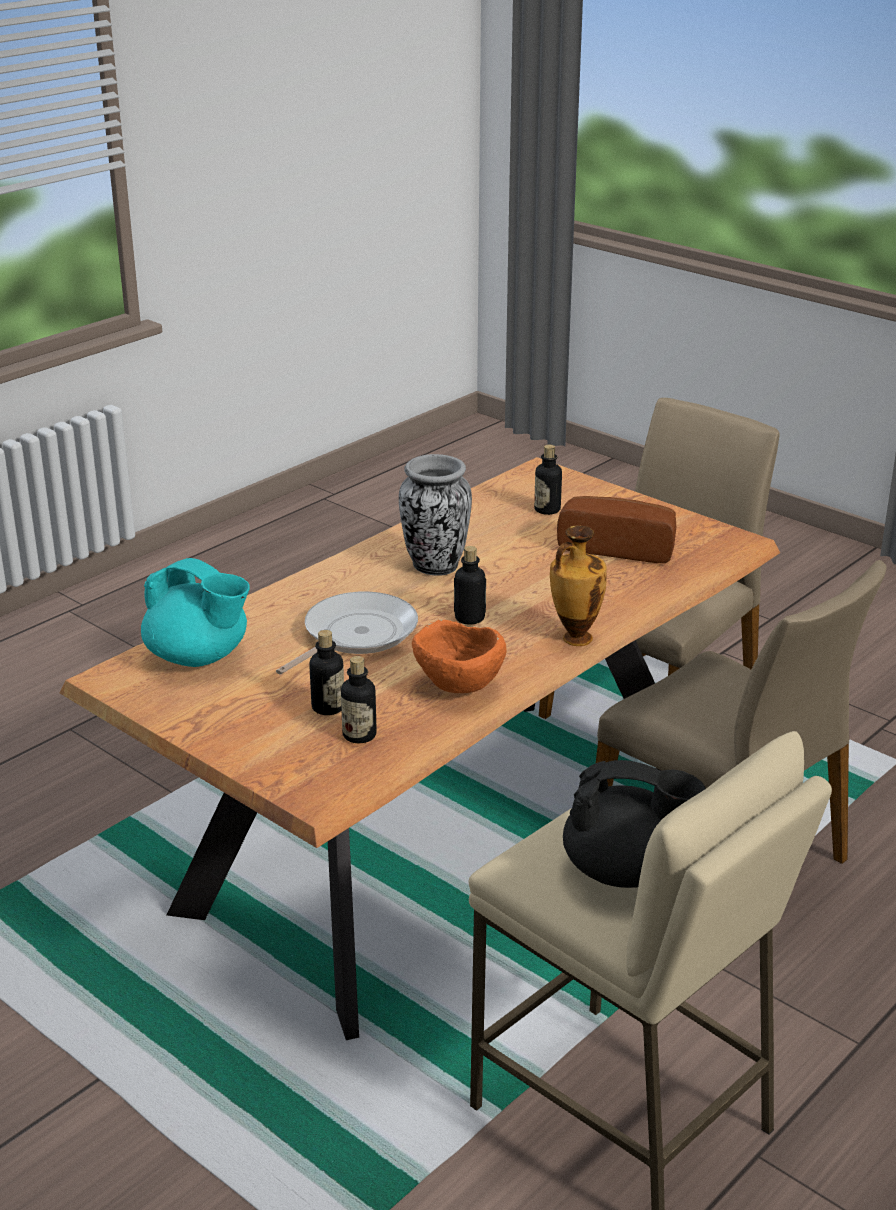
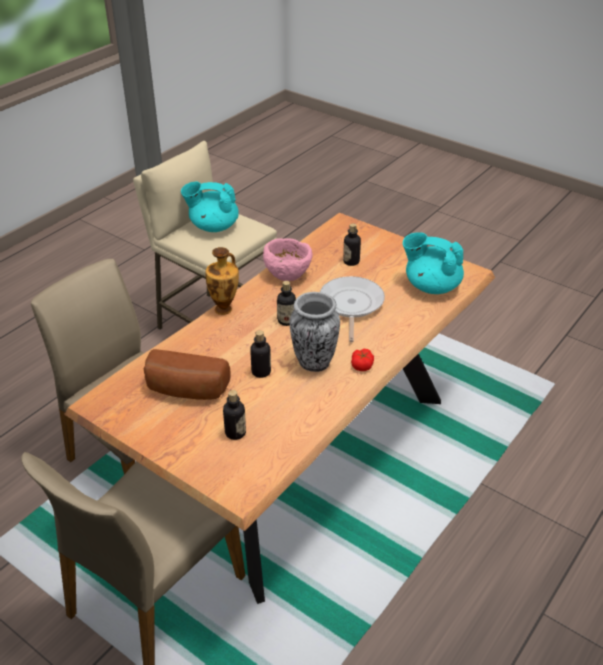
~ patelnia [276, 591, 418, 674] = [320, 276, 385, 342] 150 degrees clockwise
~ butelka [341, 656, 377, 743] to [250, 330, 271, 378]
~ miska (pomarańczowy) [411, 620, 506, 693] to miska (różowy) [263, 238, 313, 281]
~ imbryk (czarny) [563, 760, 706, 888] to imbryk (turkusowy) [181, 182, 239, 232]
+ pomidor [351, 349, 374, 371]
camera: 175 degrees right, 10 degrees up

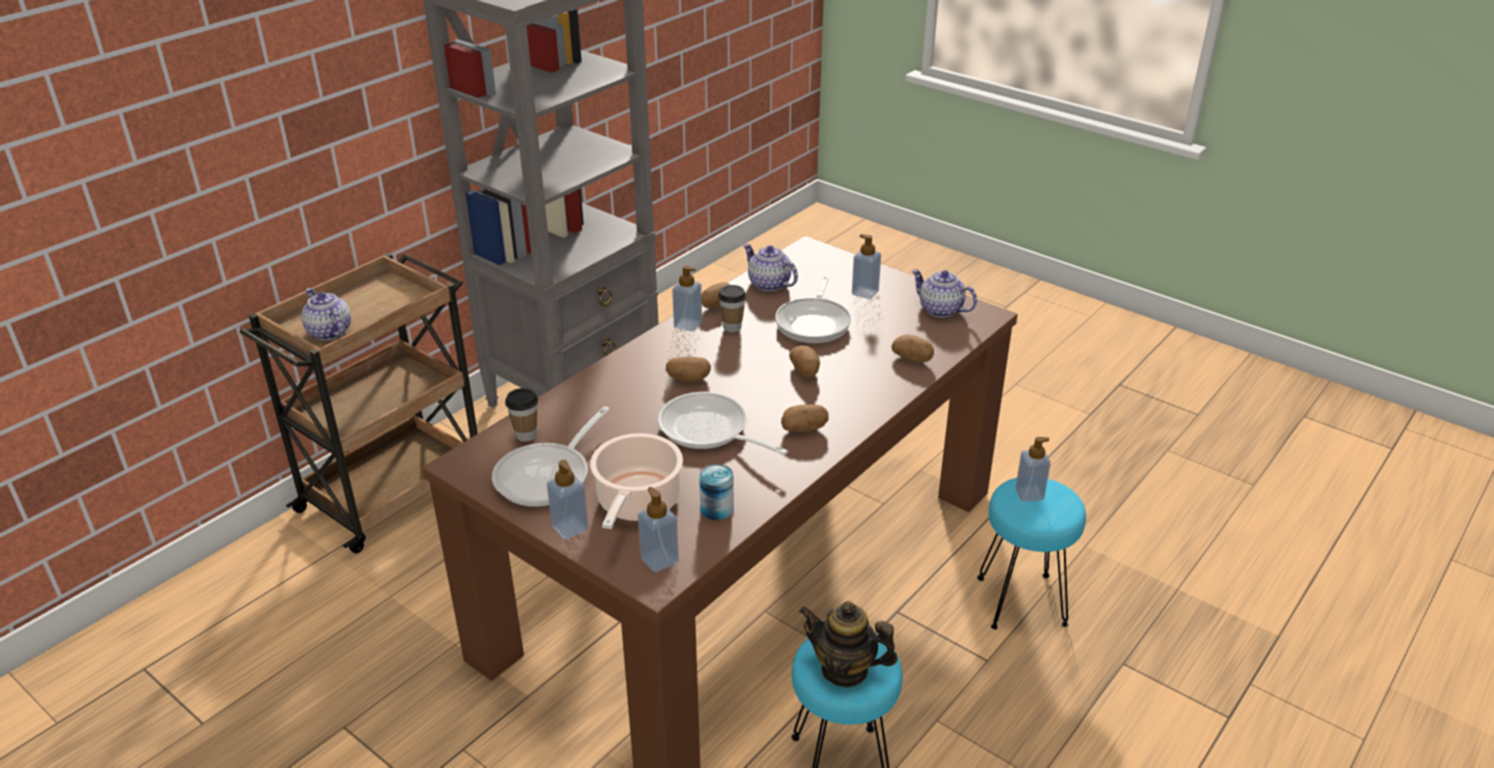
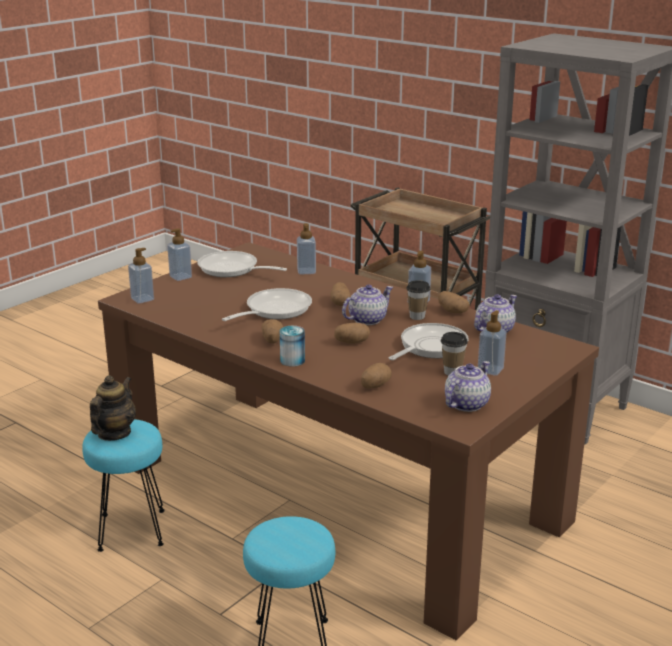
~ imbryk [301, 288, 351, 340] to [342, 284, 393, 325]
~ filiżanka [505, 388, 538, 442] to [441, 332, 468, 376]
- garnek [590, 433, 683, 529]
~ puszka [699, 464, 734, 521] to [280, 326, 305, 367]
~ patelnia [775, 276, 851, 343] = [389, 323, 469, 360] 120 degrees clockwise
~ dozownik mydła [1015, 437, 1051, 501] to [297, 223, 316, 274]
camera: 90 degrees right, 10 degrees down

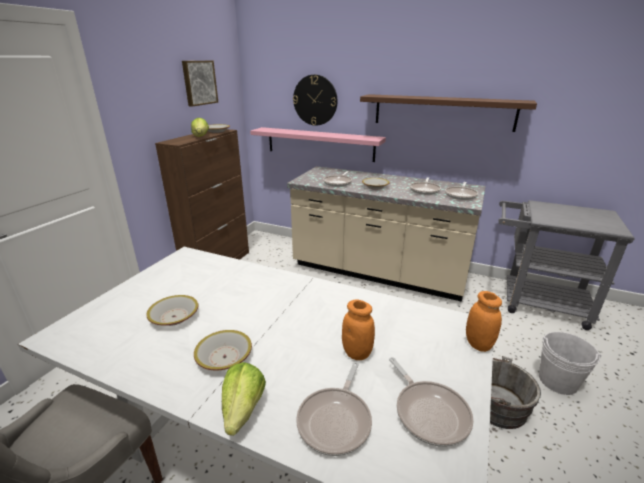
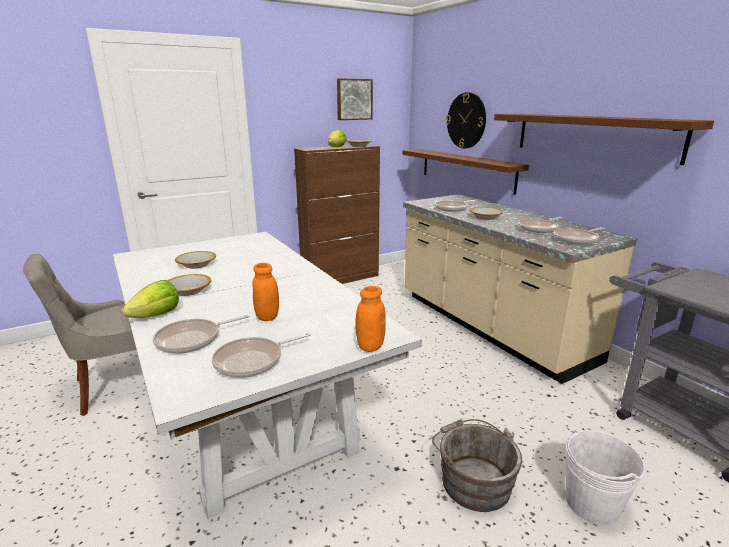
~ półka (różowy) [250, 127, 386, 162] to półka (brązowy) [402, 149, 529, 195]
~ patelnia [389, 357, 474, 447] = [212, 333, 310, 378] 45 degrees clockwise
camera: 35 degrees right, 5 degrees down

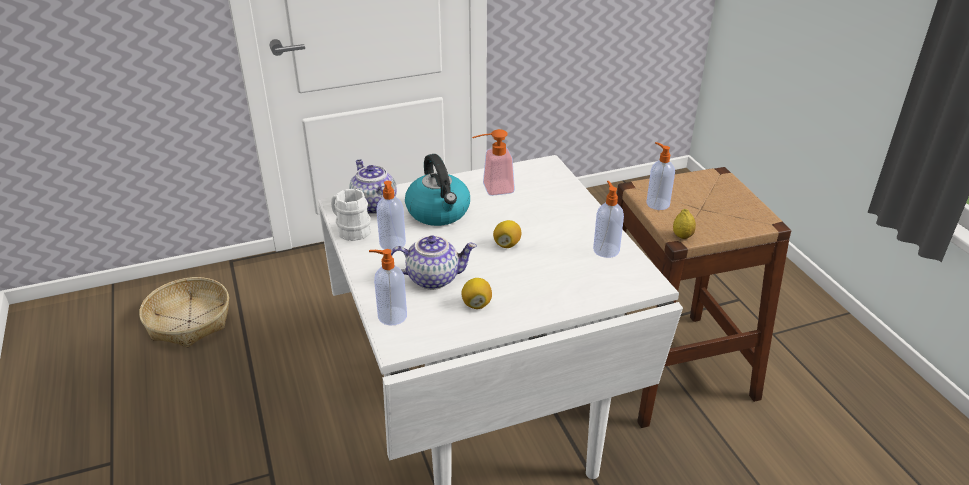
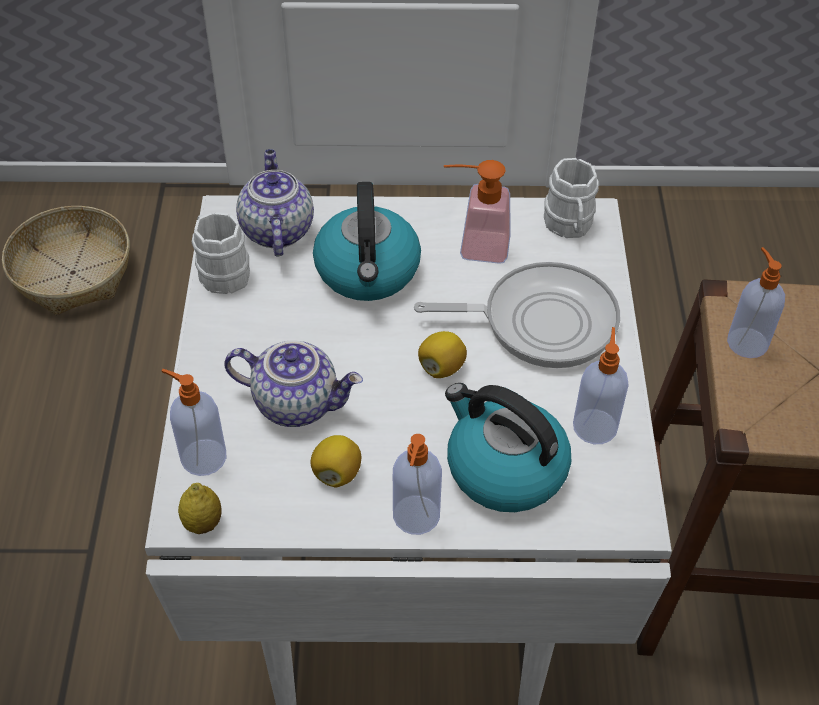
~ dozownik mydła [376, 181, 406, 250] to [393, 434, 442, 535]
~ cytryna [673, 209, 696, 239] to [178, 483, 222, 534]
+ patelnia [414, 262, 620, 368]
+ czajnik [445, 383, 571, 512]
+ kubek (biały) [544, 158, 599, 238]
camera: 20 degrees right, 15 degrees up

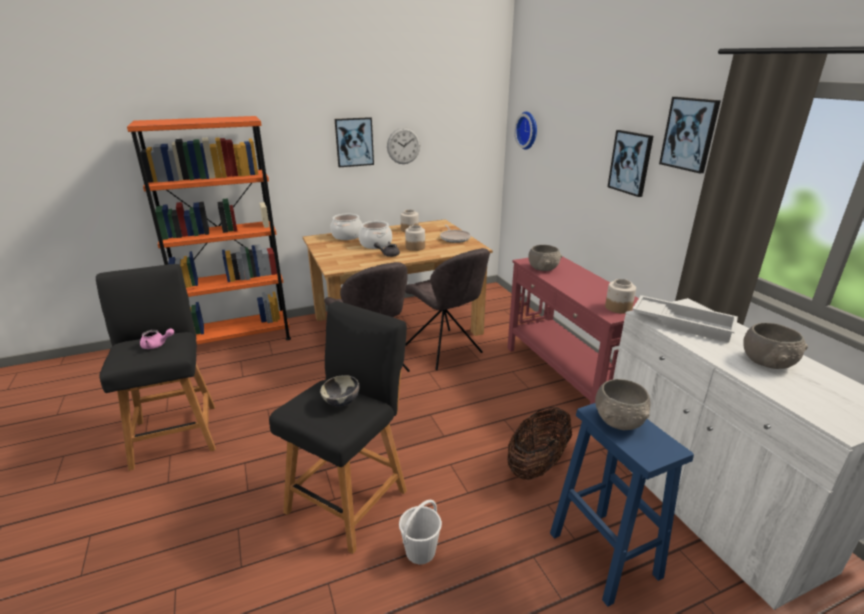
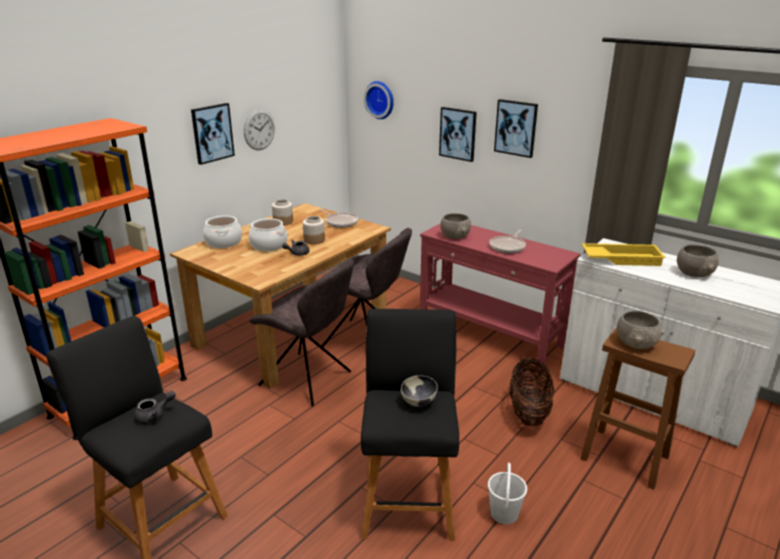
~ imbryk (różowy) [140, 328, 174, 349] to imbryk (szary) [134, 391, 176, 424]
~ stołek (niebieski) [550, 403, 694, 607] to stołek (brązowy) [580, 327, 695, 490]
- słoik [605, 279, 636, 314]
~ taca (biały) [632, 295, 738, 343] to taca (żółty) [582, 243, 666, 266]
~ obraz [659, 97, 721, 173] to [439, 107, 477, 162]
+ patelnia [489, 230, 526, 253]
camera: 30 degrees left, 0 degrees up

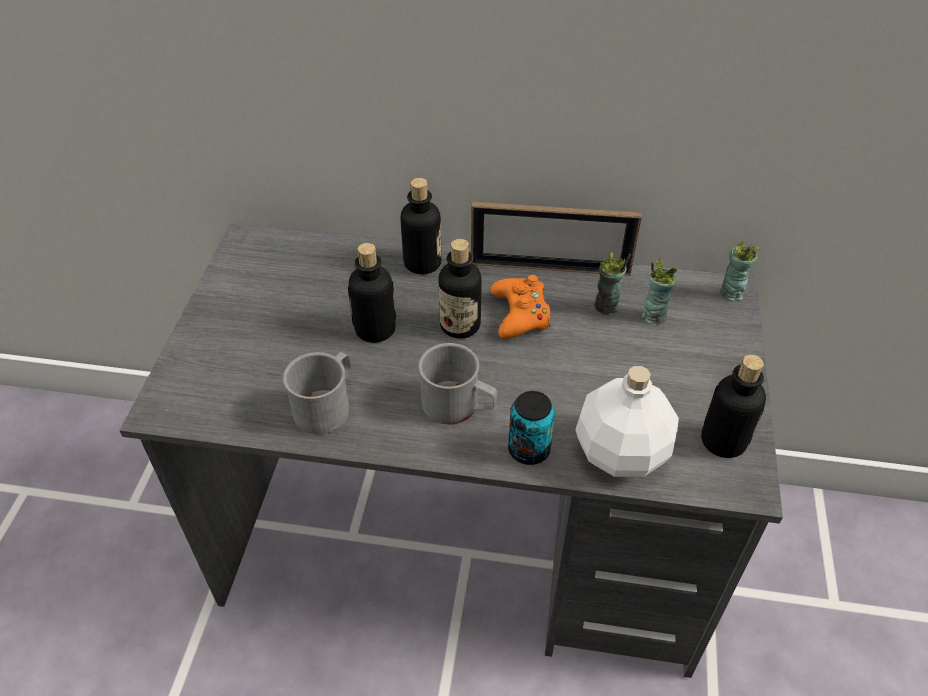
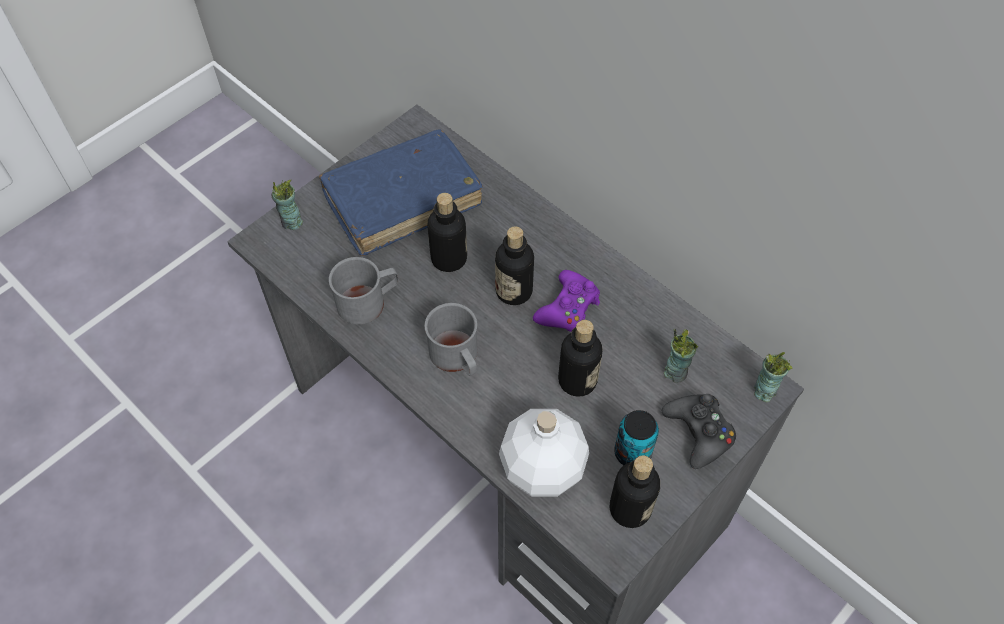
~ butelka [400, 178, 442, 274] to [558, 320, 603, 397]
- ramka na zdjęcie [471, 202, 642, 276]
~ pad do gier (pomarańczowy) [491, 275, 551, 339] to pad do gier (fioletowy) [533, 270, 600, 332]
~ puszka [508, 391, 555, 465] to [614, 410, 659, 465]
~ filiżanka [594, 252, 631, 315] to [271, 180, 303, 230]
+ książka (niebieski) [319, 129, 483, 256]
+ pad do gier (czarny) [662, 394, 736, 469]
camera: 35 degrees right, 10 degrees up

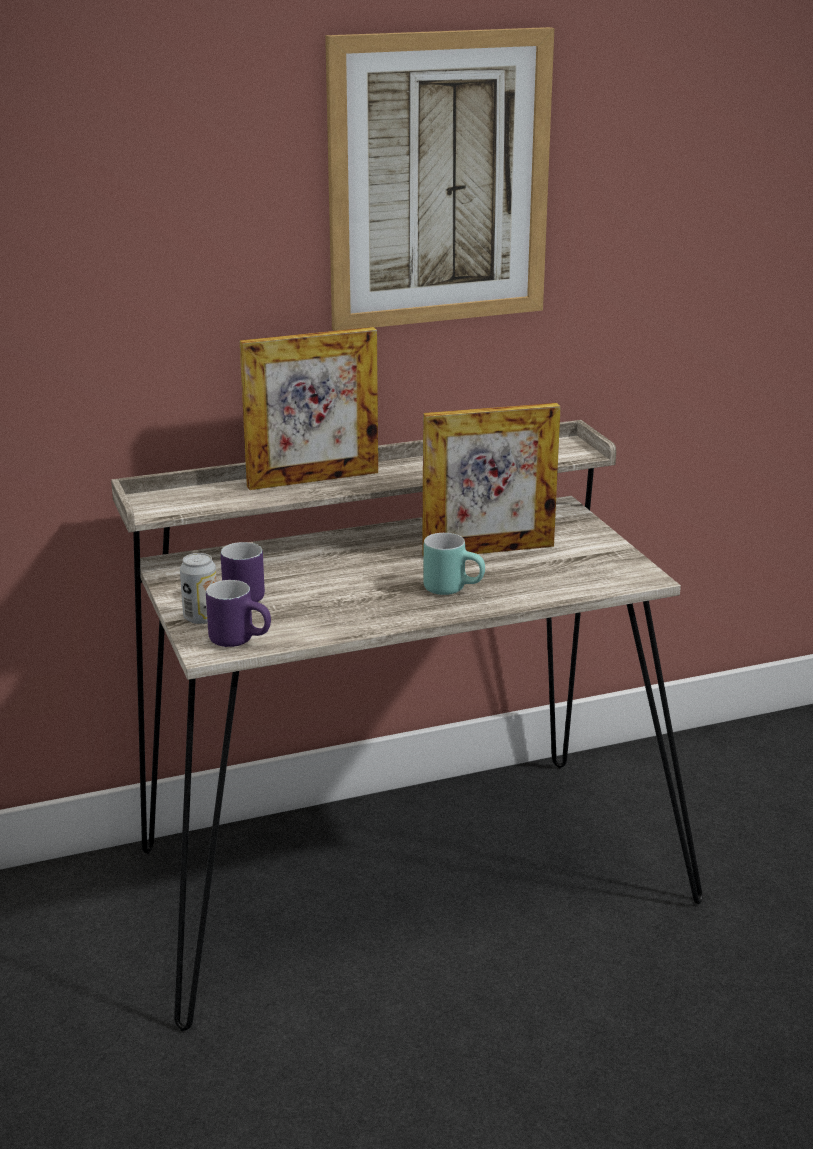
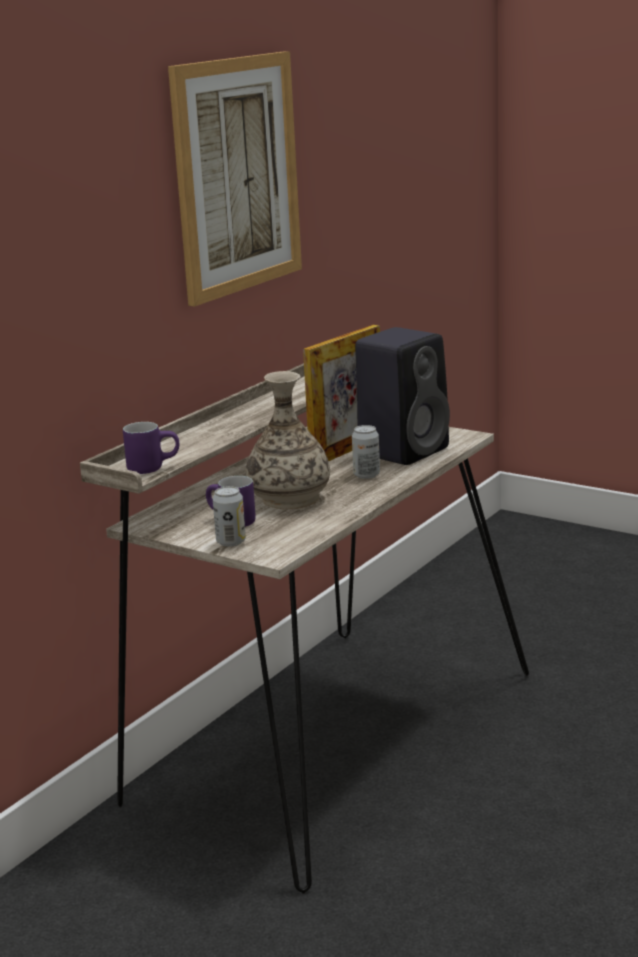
~ kubek (fioletowy) [206, 580, 271, 647] to [123, 422, 179, 474]
- ramka na zdjęcie [239, 327, 378, 490]
~ kubek (turkusowy) [423, 533, 485, 595] to puszka [352, 425, 380, 479]
+ wazon [246, 371, 330, 509]
+ głośnik (czarny) [355, 327, 450, 465]
camera: 35 degrees left, 5 degrees down

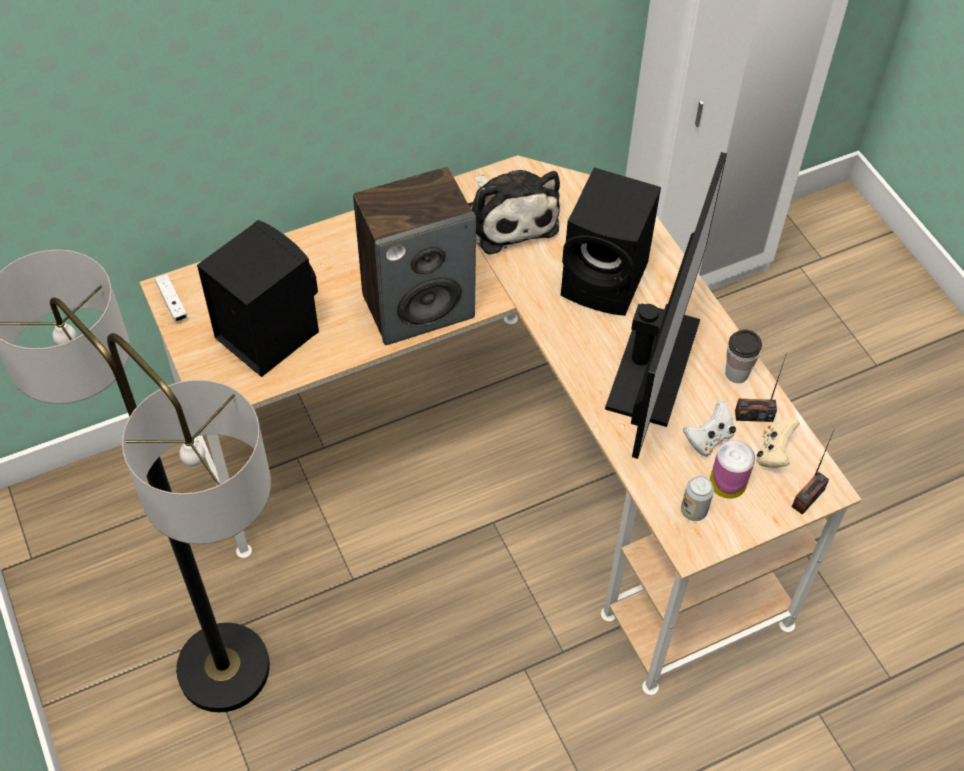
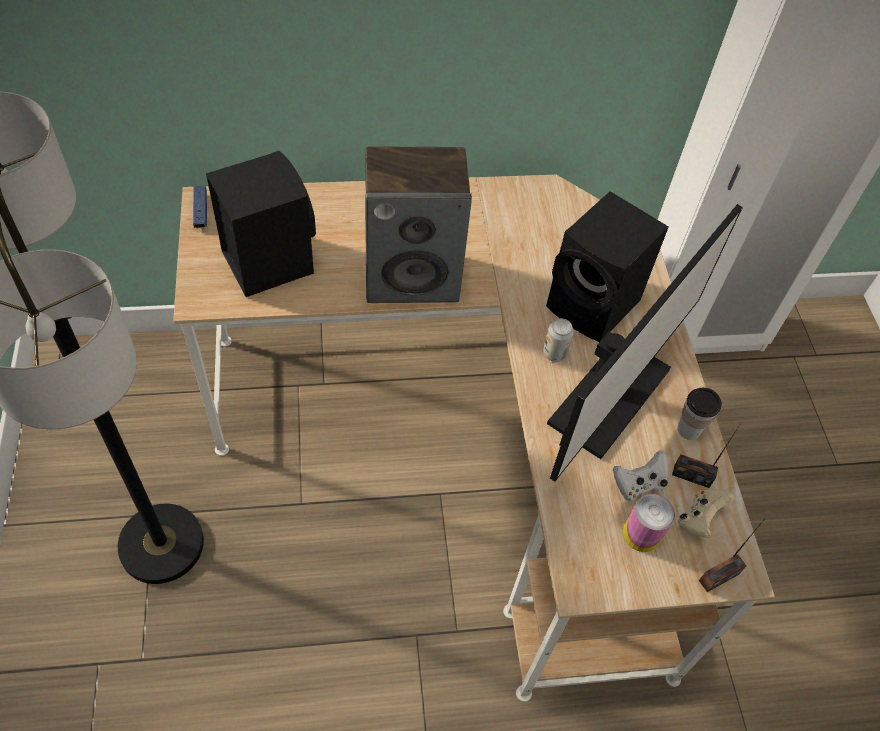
~ pad do gier (biały) [155, 274, 188, 322] to pad do gier (niebieski) [193, 186, 207, 228]
- pluszak [468, 170, 560, 254]
~ puszka [681, 476, 714, 521] to [543, 318, 574, 362]
camera: 15 degrees right, 0 degrees up

